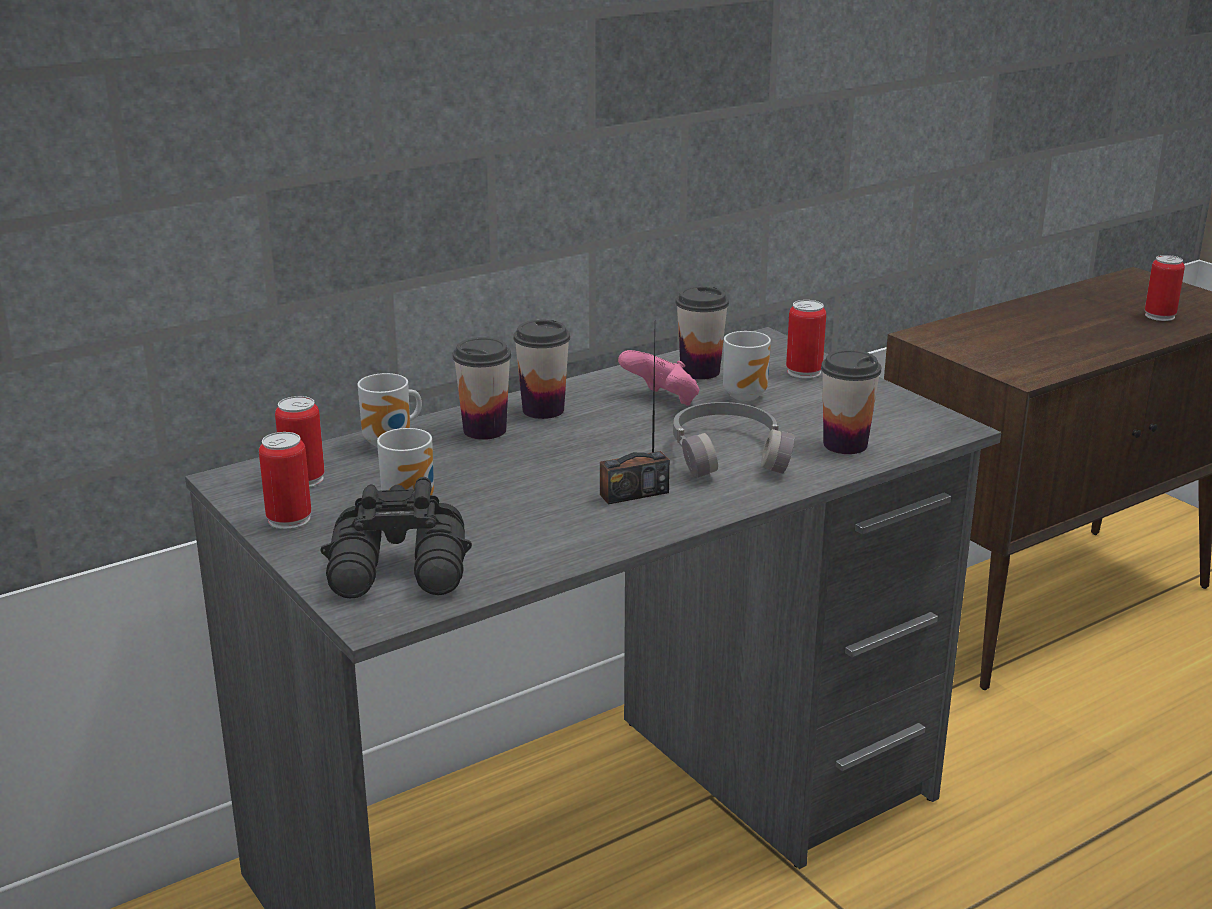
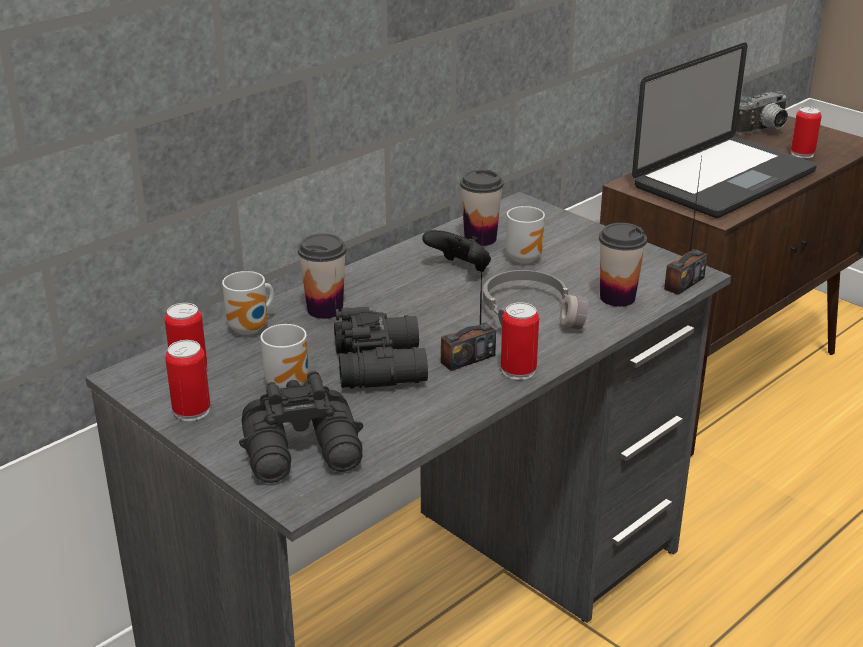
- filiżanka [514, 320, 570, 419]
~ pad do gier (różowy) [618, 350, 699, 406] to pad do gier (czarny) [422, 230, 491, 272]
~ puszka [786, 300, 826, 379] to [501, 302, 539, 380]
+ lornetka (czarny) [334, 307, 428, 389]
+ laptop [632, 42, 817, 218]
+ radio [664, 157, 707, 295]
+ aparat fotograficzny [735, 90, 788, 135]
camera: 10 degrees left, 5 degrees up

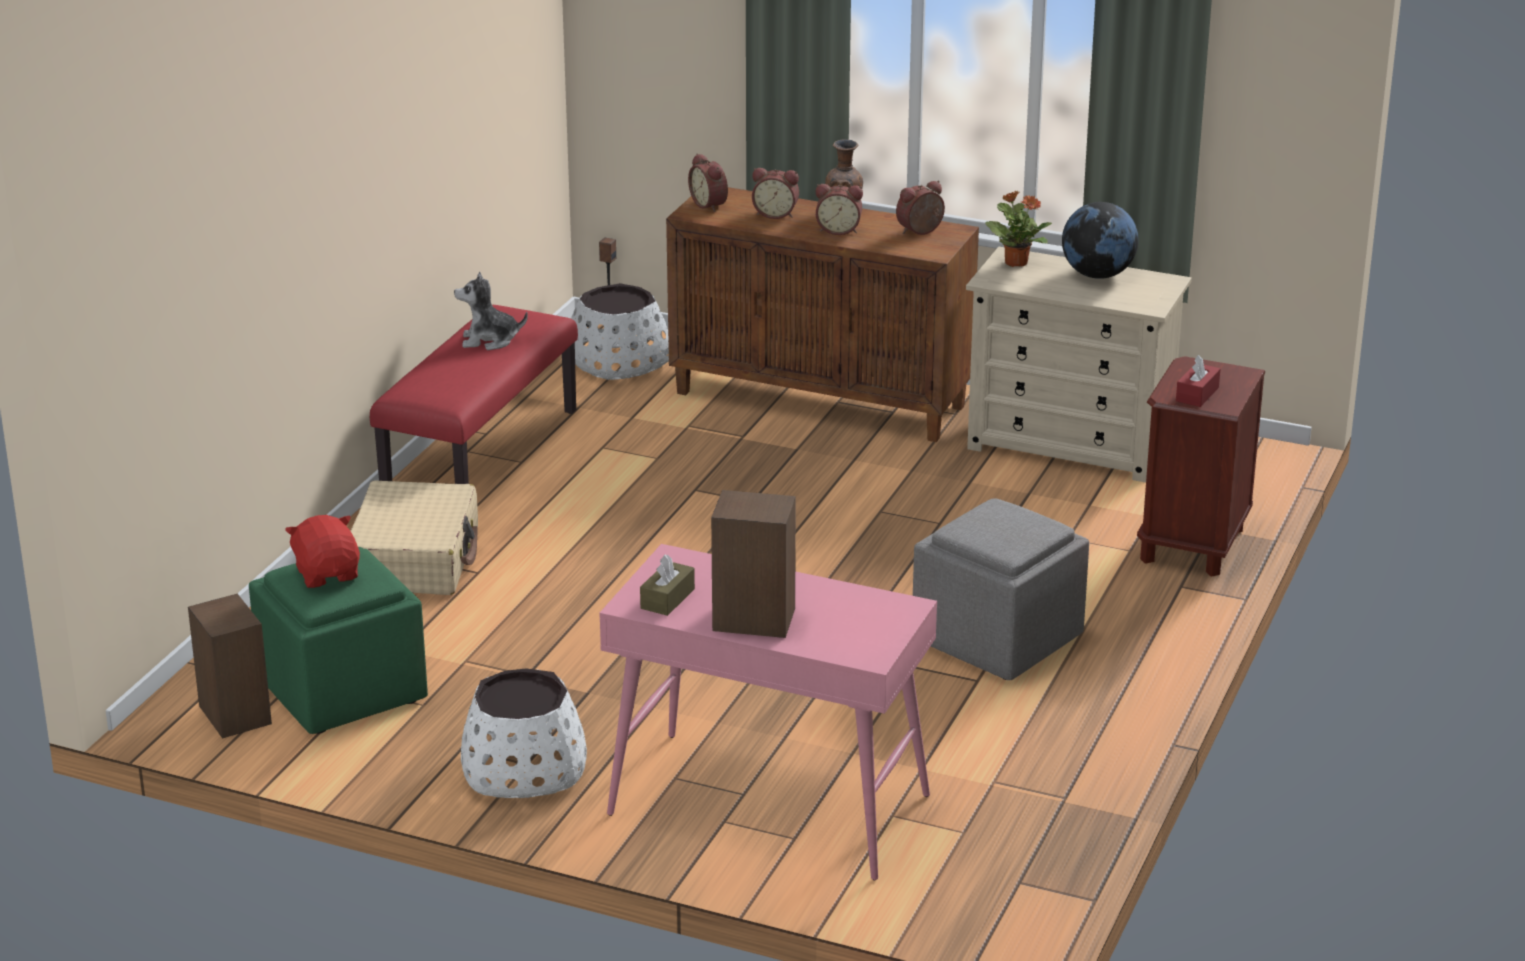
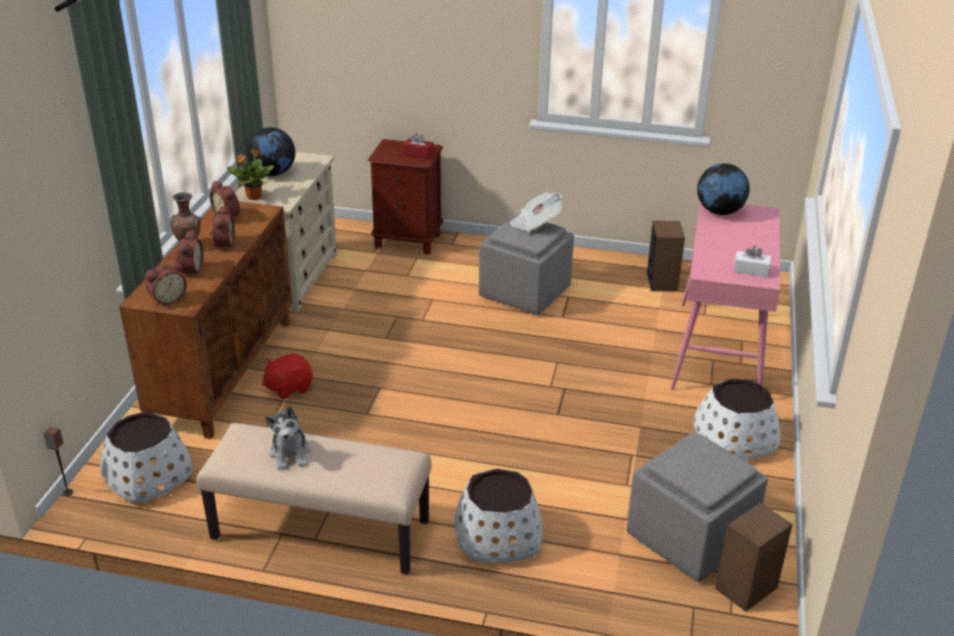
~ pufa (zielony) [249, 547, 428, 734] to pufa (szary) [627, 433, 768, 582]
~ pluszak (czerwony) [285, 515, 360, 588] to [262, 353, 313, 400]
~ walizka (beżowy) [351, 481, 478, 595] to donica (biały) [455, 469, 543, 563]
~ ławka (czerwony) [370, 305, 578, 484] to ławka (beżowy) [196, 423, 431, 575]
~ pudełko chusteczek (brązowy) [640, 554, 695, 616] to pudełko chusteczek (biały) [733, 246, 771, 277]
~ głośnik [711, 490, 796, 638] to [647, 221, 685, 292]
+ gazeta [510, 192, 563, 232]
+ globus [697, 163, 750, 215]
camera: 100 degrees left, 5 degrees up

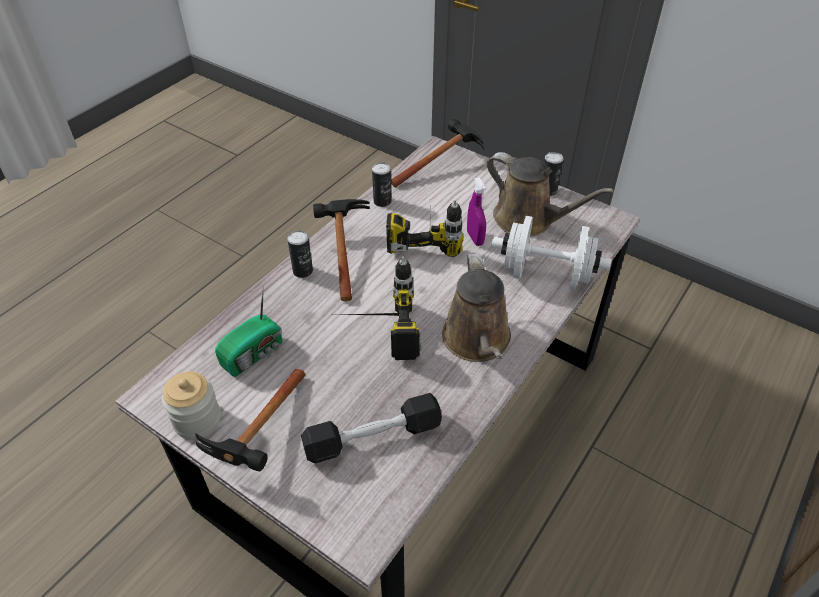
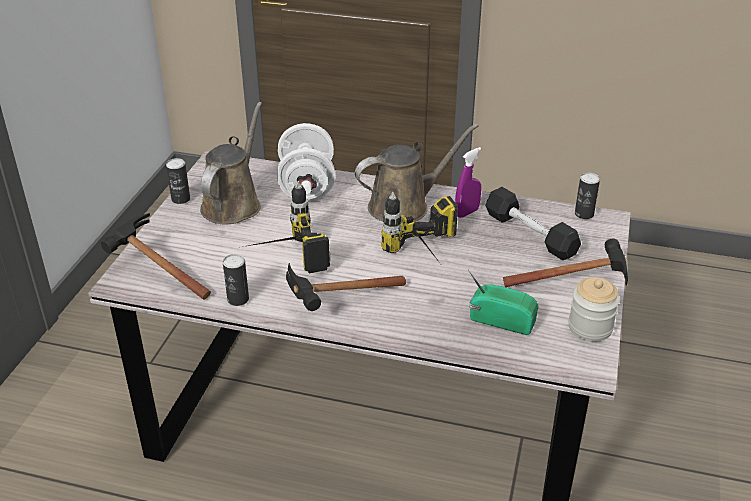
~ puszka [288, 231, 313, 278] to [575, 172, 600, 219]
~ spryskiwacz (fioletowy) [467, 177, 487, 246] to [455, 147, 481, 218]
camera: 110 degrees left, 10 degrees down

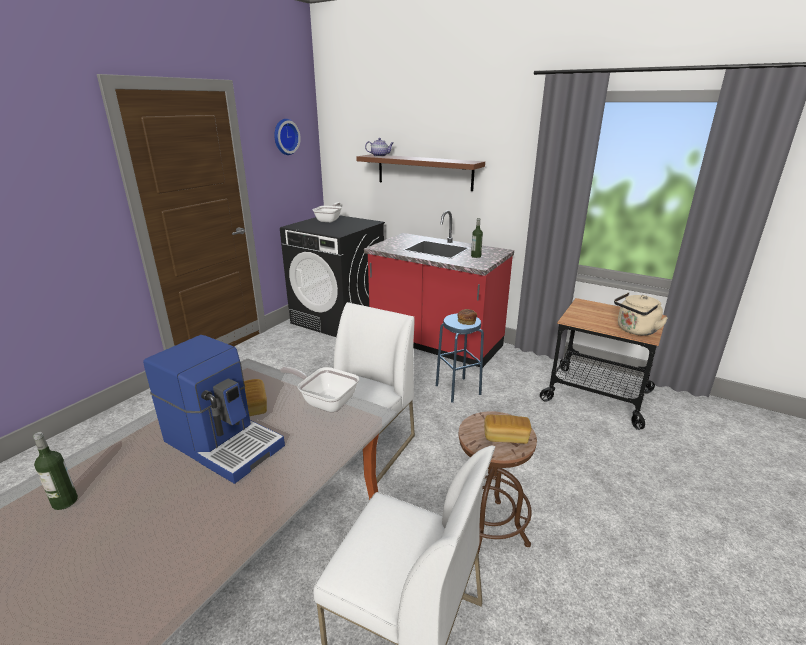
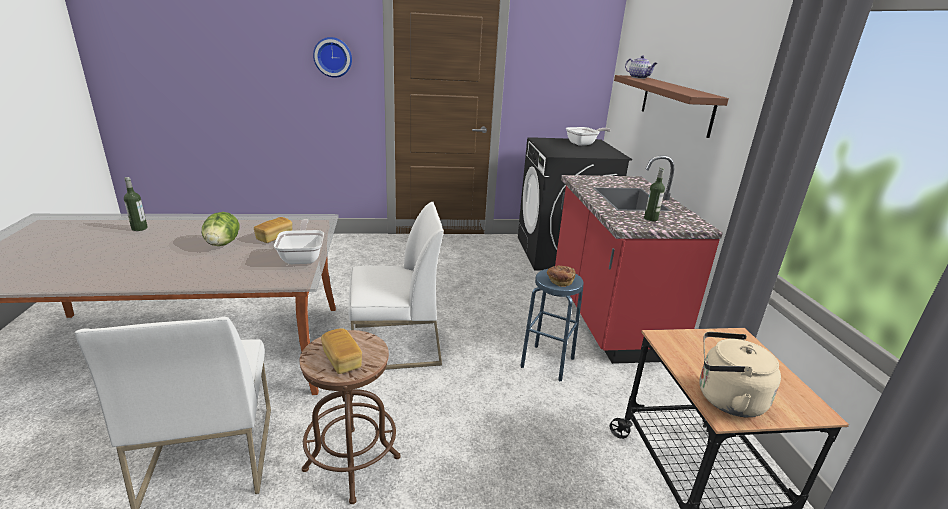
~ ekspres do kawy [143, 335, 285, 484] to sałata [202, 212, 240, 246]
~ zegar ścienny [274, 119, 301, 155] to [313, 37, 352, 78]
camera: 50 degrees right, 0 degrees up

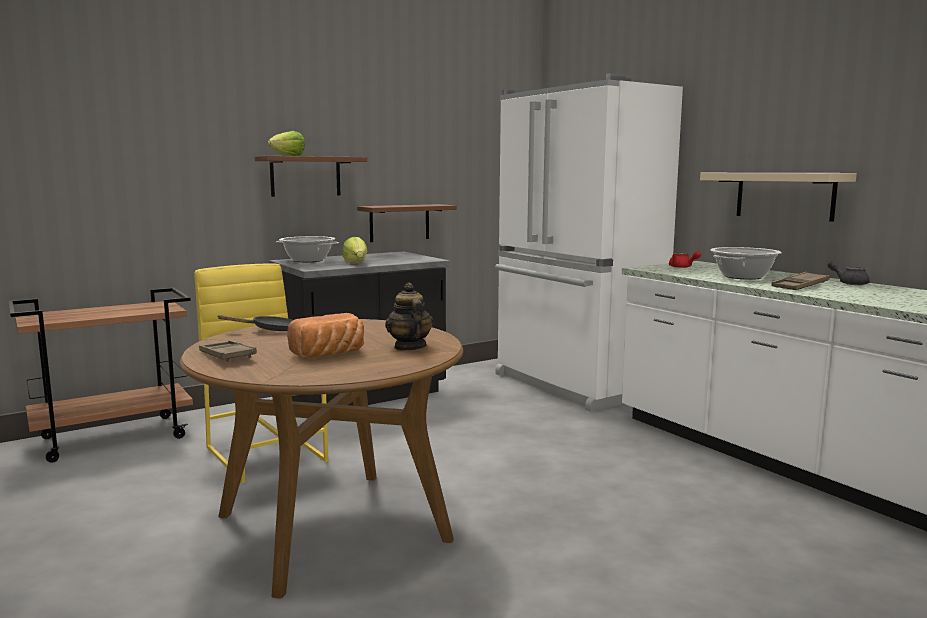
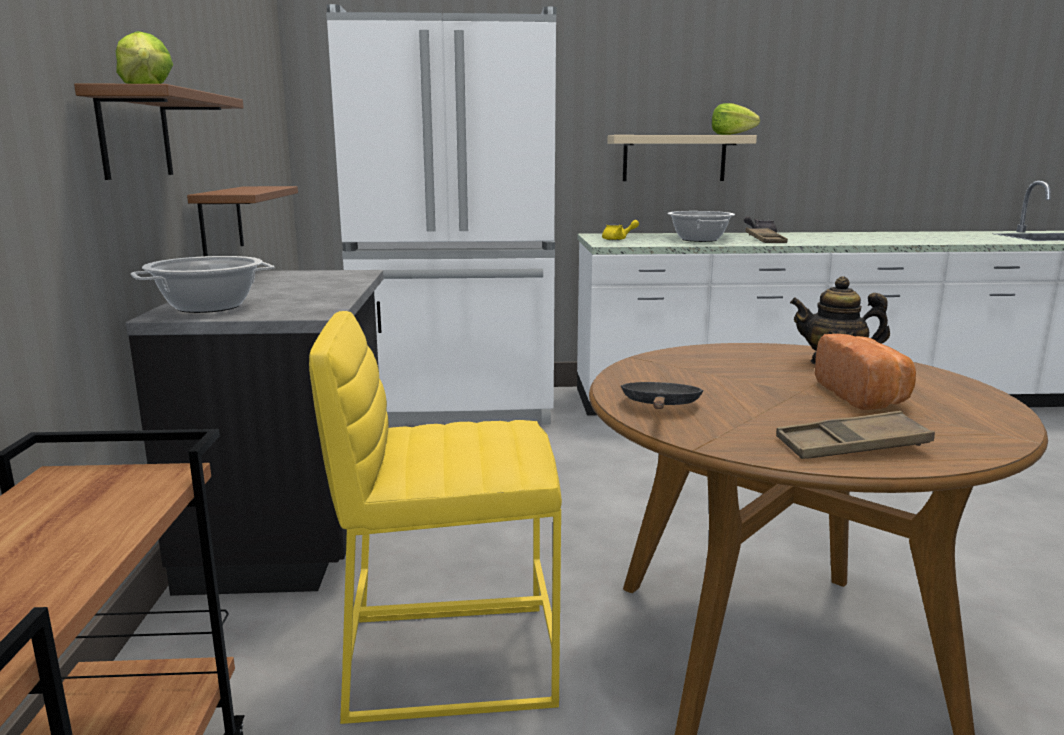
~ sałata [342, 237, 368, 264] to [712, 103, 760, 135]
~ imbryk (czerwony) [669, 251, 701, 268] to imbryk (żółty) [602, 220, 639, 240]
camera: 60 degrees left, 5 degrees up

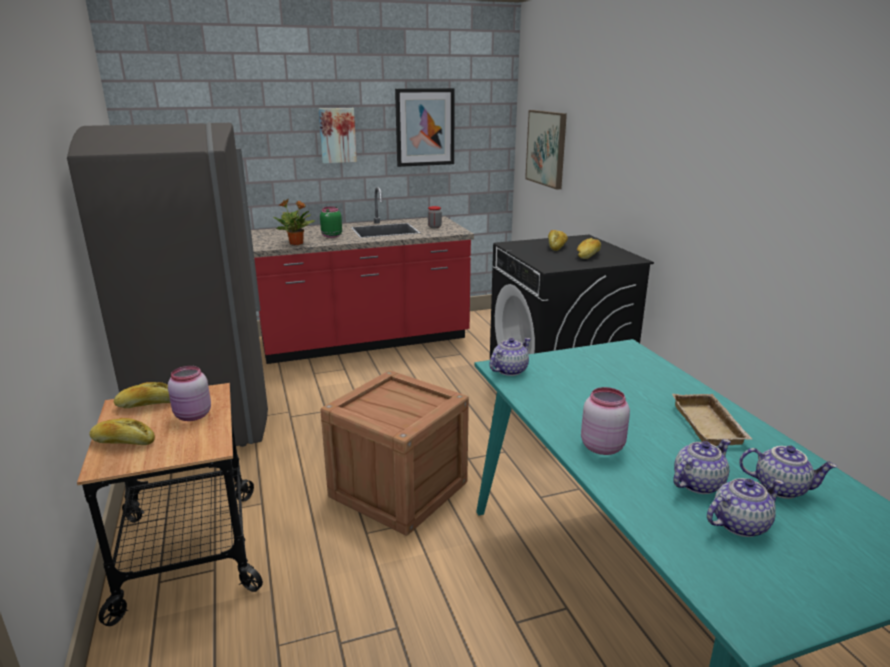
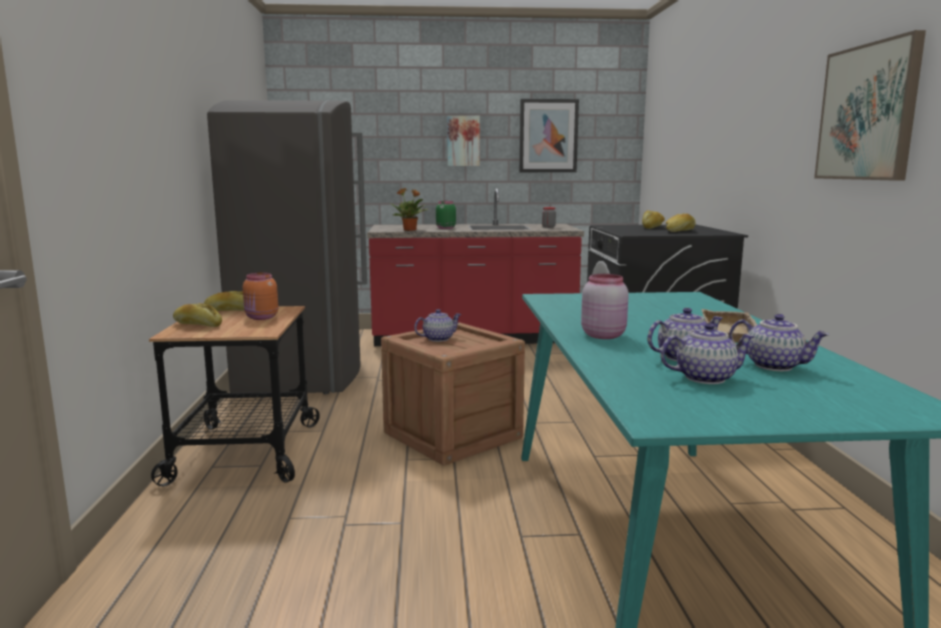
~ słoik (różowy) [168, 366, 211, 421] to słoik (pomarańczowy) [243, 273, 278, 320]
~ imbryk [489, 338, 531, 376] to [414, 309, 461, 342]
~ obraz [525, 110, 567, 190] to [814, 30, 926, 181]
camera: 15 degrees right, 10 degrees down

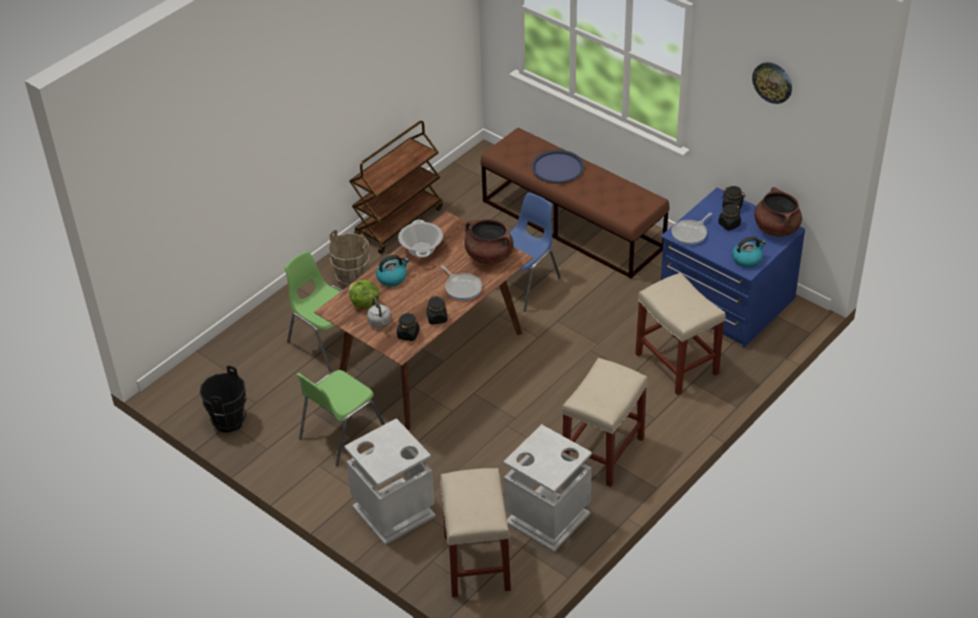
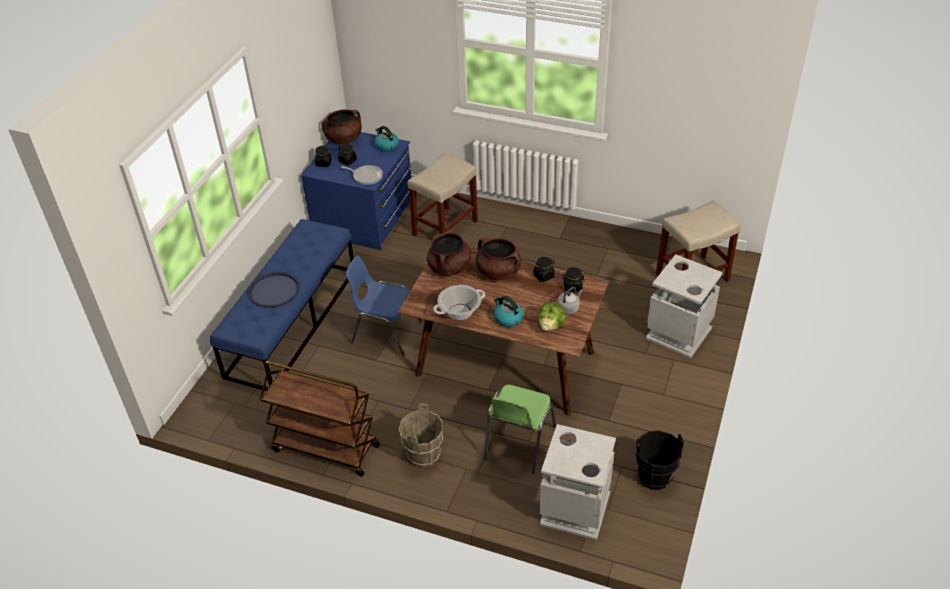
- krzesło (zielony) [296, 370, 385, 466]
~ patelnia [441, 265, 482, 300] to garnek (brązowy) [476, 238, 522, 280]
~ ławka (brązowy) [480, 128, 669, 279] to ławka (niebieski) [210, 219, 354, 391]
~ kosz na śmieci (szary) [503, 424, 592, 552] to [540, 424, 616, 540]
- stołek (beżowy) [562, 358, 648, 487]
- zegar ścienny [752, 62, 792, 104]
camera: 110 degrees left, 0 degrees up

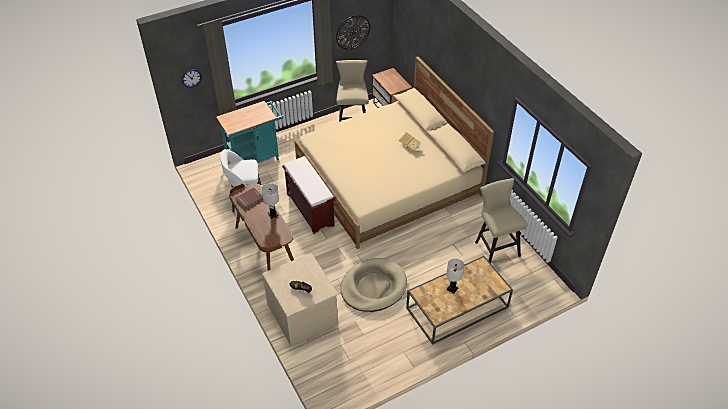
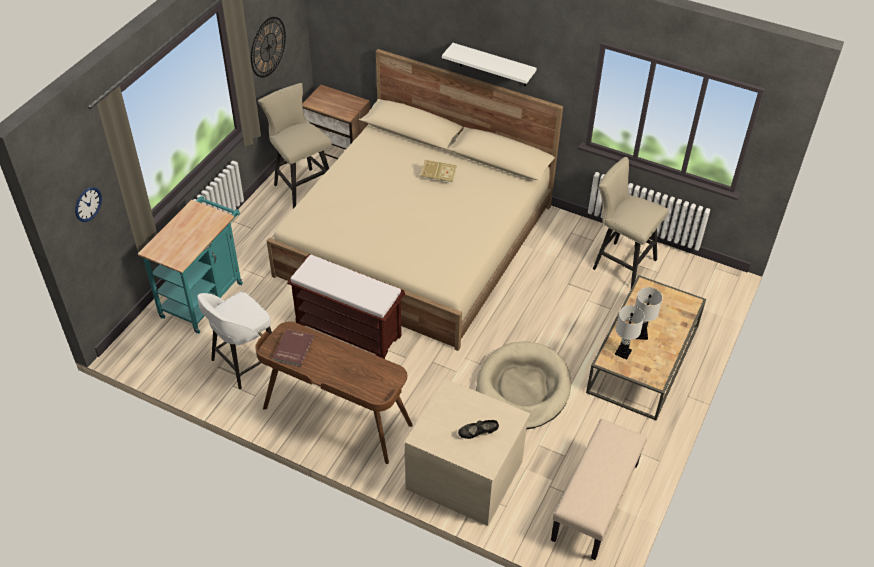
~ lampa stołowa (biały) [262, 183, 279, 219] to [615, 305, 645, 359]
+ półka (biały) [442, 43, 537, 86]
+ ławka (beżowy) [551, 419, 647, 560]
camera: 35 degrees left, 0 degrees up

